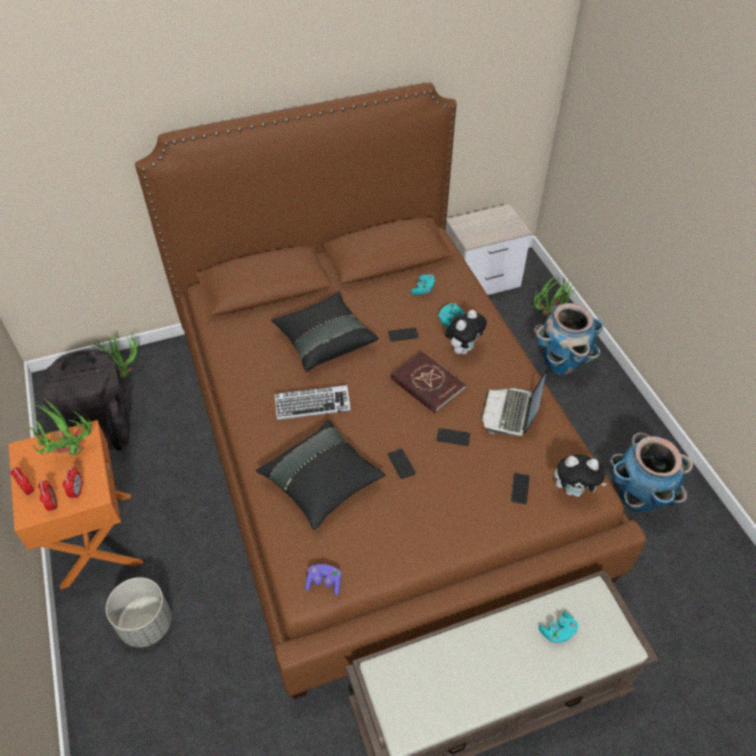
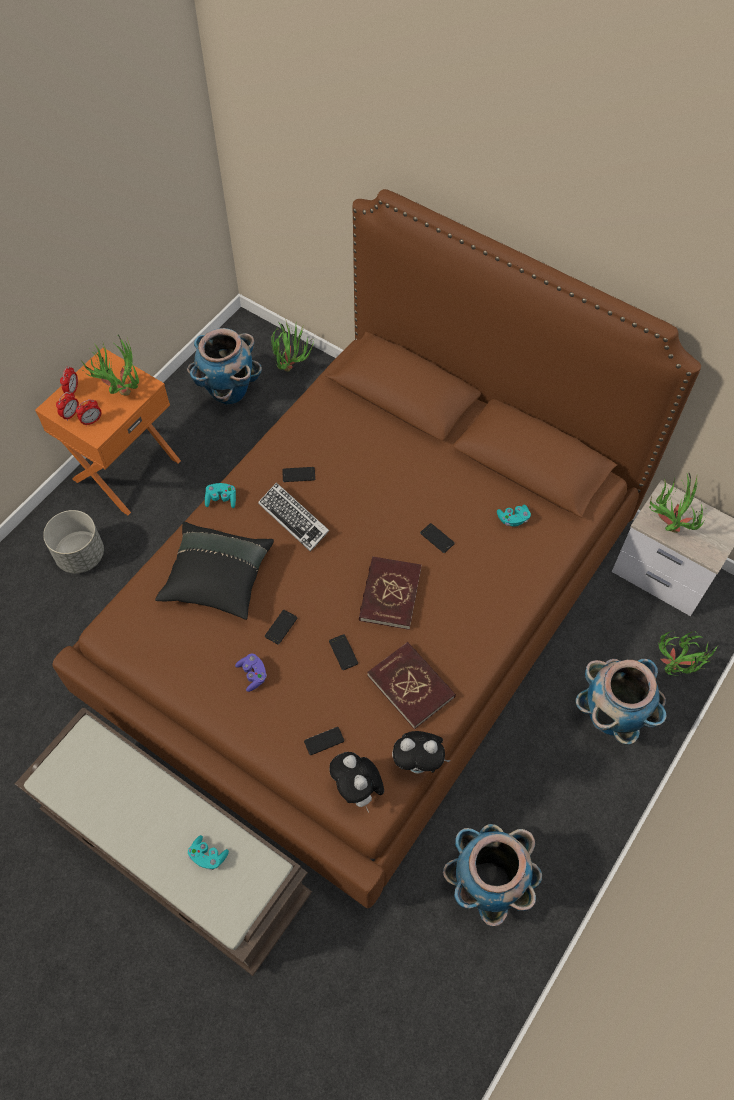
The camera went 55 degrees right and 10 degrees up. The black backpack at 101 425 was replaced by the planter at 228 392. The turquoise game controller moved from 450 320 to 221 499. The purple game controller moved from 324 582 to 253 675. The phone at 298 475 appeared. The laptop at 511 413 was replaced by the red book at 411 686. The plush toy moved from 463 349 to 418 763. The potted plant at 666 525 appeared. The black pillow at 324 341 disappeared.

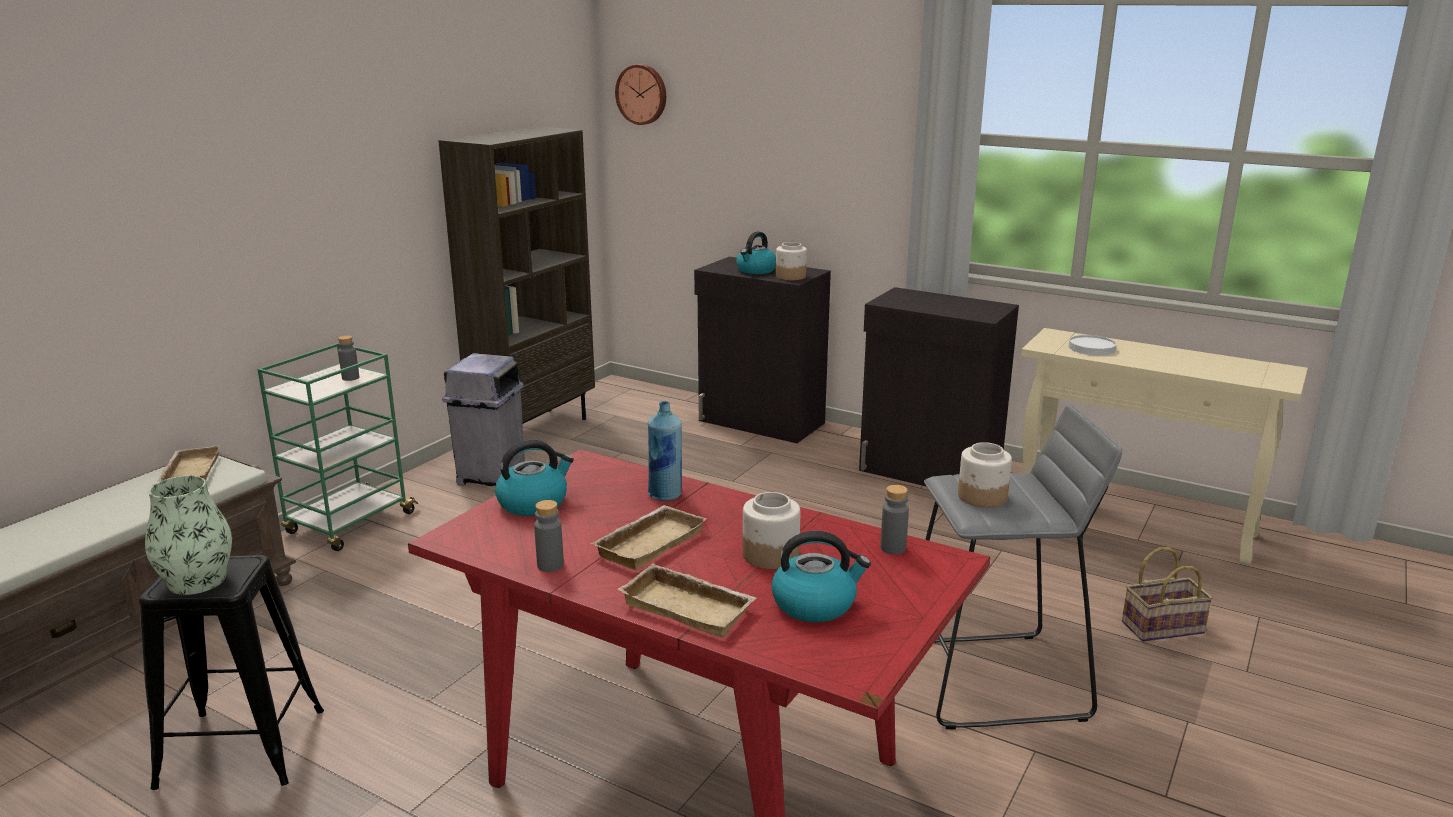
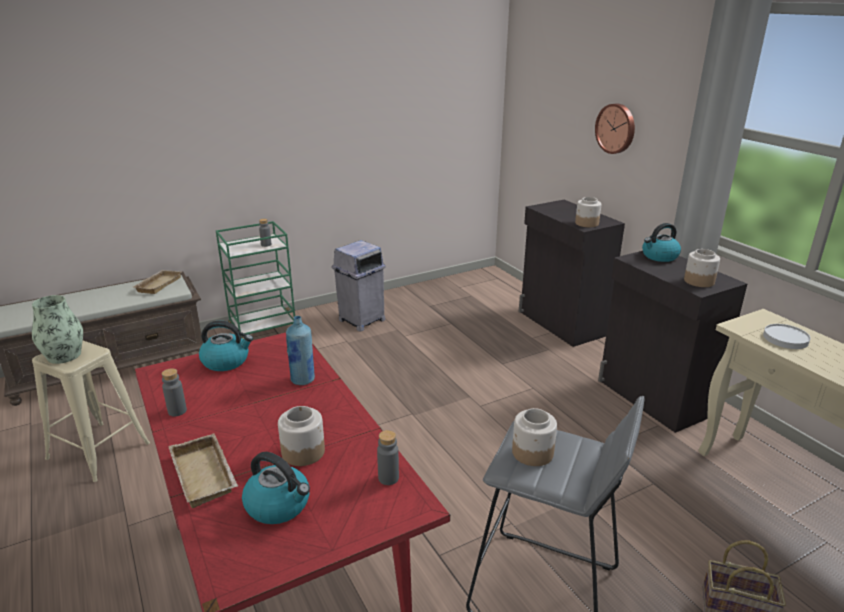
The camera went 30 degrees right and 5 degrees up. The black stool at 241 748 became the beige stool at 98 451. The wall clock moved from 642 94 to 616 128. The kettle moved from 756 270 to 659 256. The jar at 698 281 appeared. The brown bookcase at 534 430 disappeared. The beige tray at 649 542 disappeared.

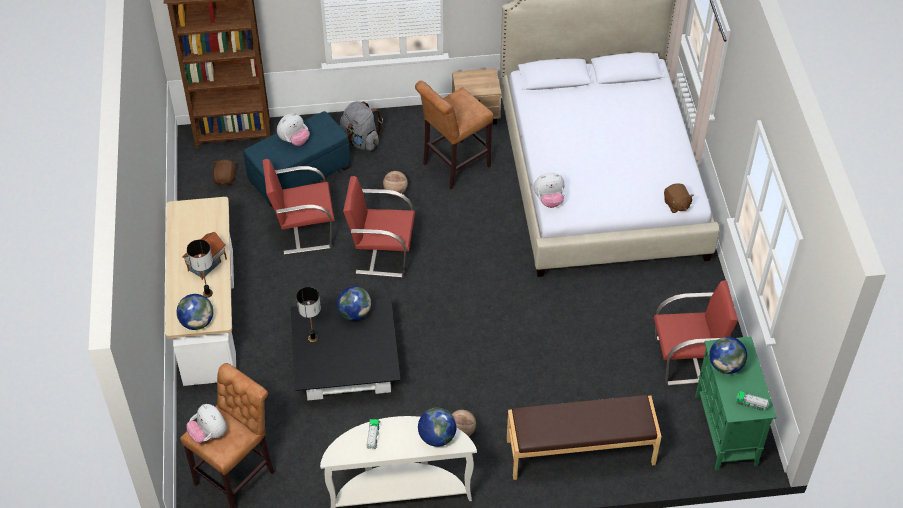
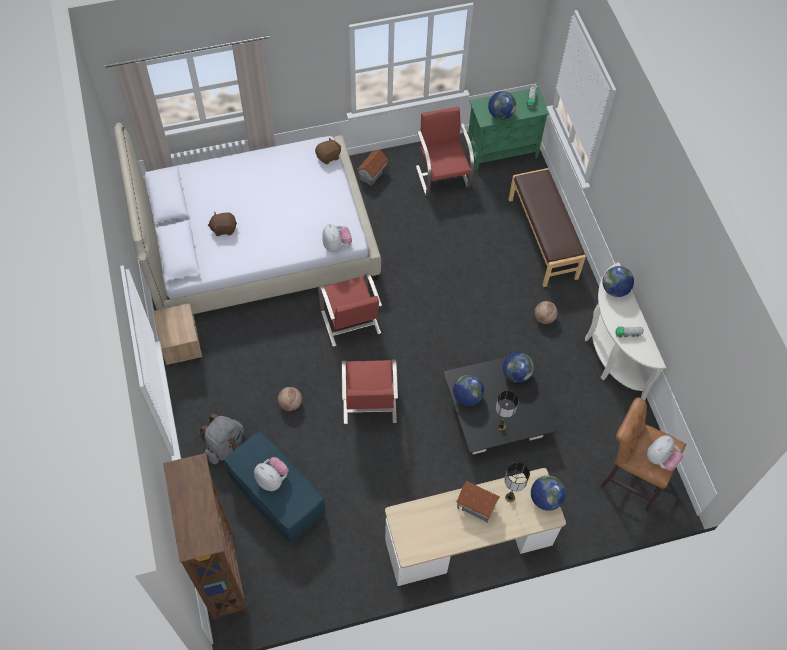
The camera went 100 degrees left and 10 degrees up. The brown plush toy moved from 225 179 to 224 228. The red chair moved from 303 230 to 350 323. The toy house at 373 175 appeared. The globe at 516 374 appeared. The brown stool at 453 166 disappeared.

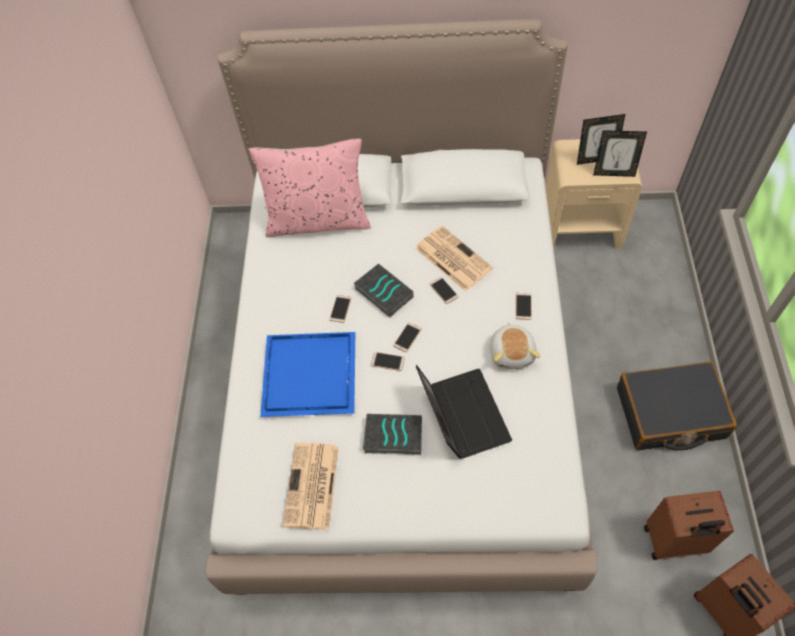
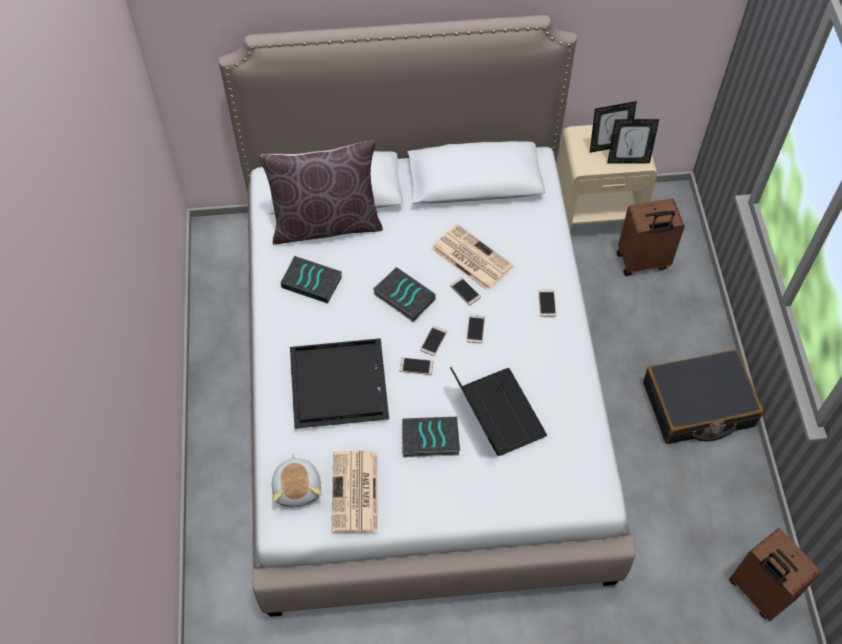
The camera went 10 degrees left and 0 degrees up. The pink pillow at 318 220 became the brown pillow at 326 224. The plush toy moved from 512 352 to 298 487. The book at 312 281 appeared. The blue tray at 311 376 became the black tray at 340 386. The phone moved from 340 309 to 475 329. The brown suitcase moved from 674 542 to 642 262.

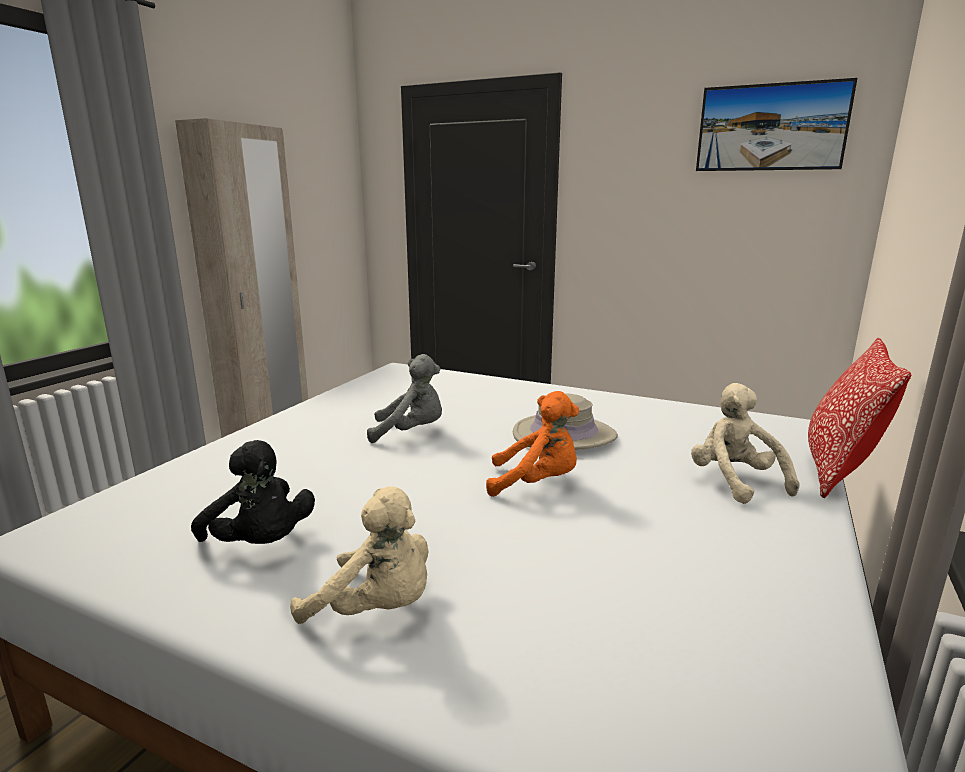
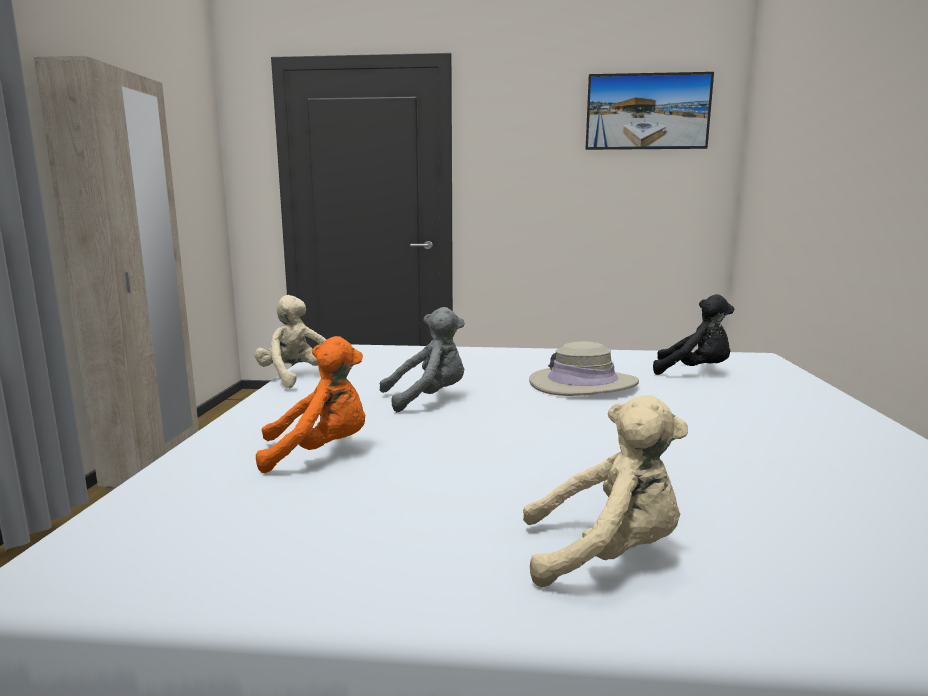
The camera went 20 degrees left and 5 degrees down. The beige plush toy moved from 734 481 to 297 378. The orange plush toy moved from 536 483 to 320 452. The black plush toy moved from 260 544 to 694 372. The pillow at 838 471 disappeared.

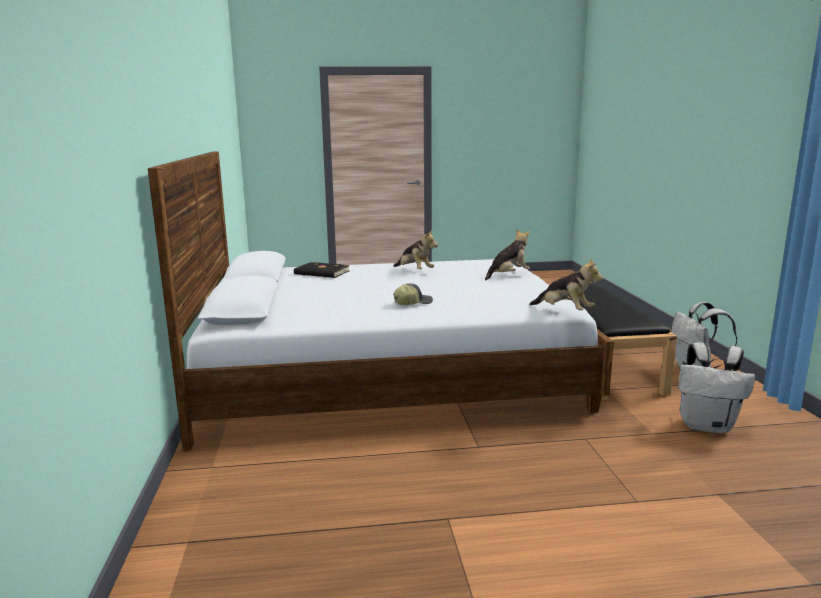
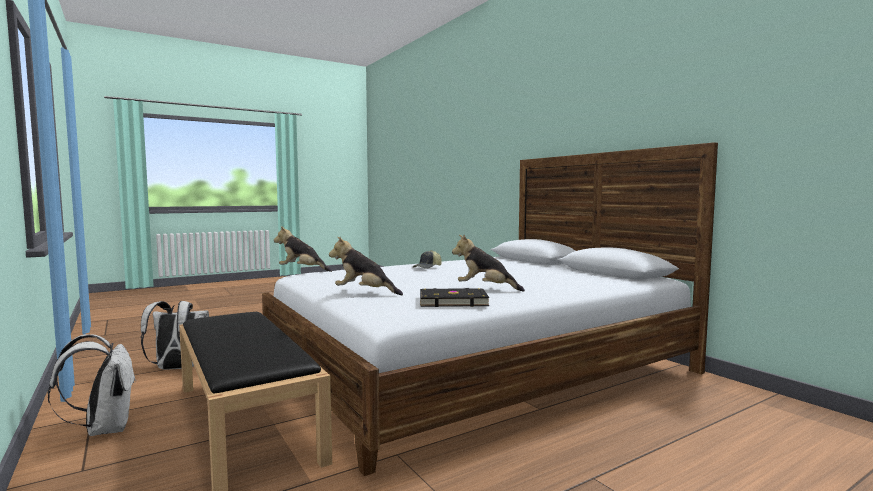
The camera went 155 degrees right and 10 degrees down. The plush toy at 508 275 turned 75 degrees clockwise. The black book moved from 321 273 to 452 301.

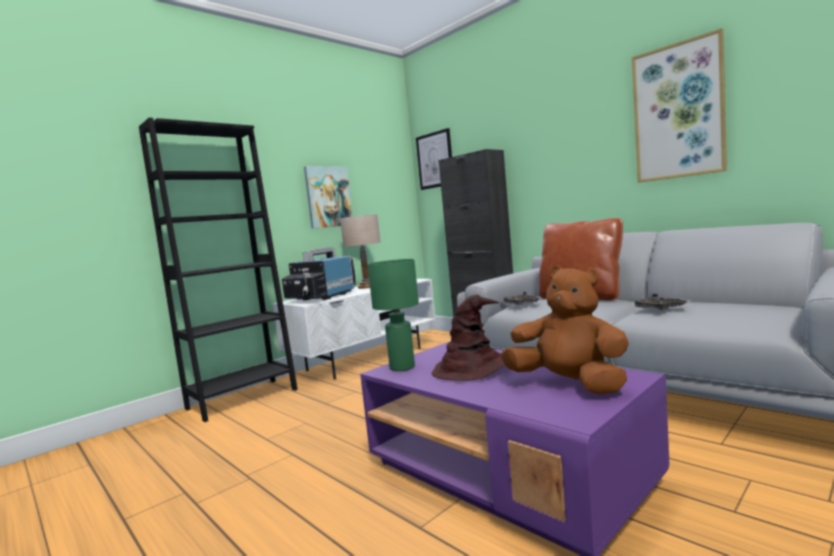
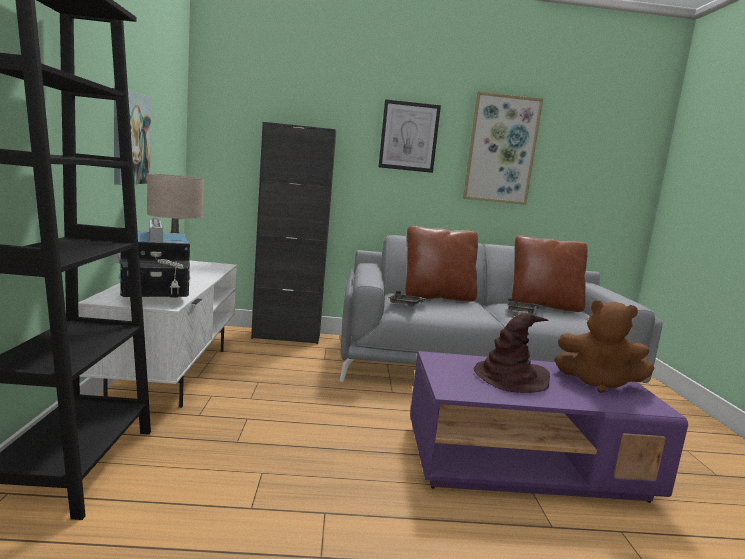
The camera went 50 degrees left and 5 degrees up. The picture moved from 435 160 to 409 136. The brown pillow at 544 306 appeared. The brown plush toy at 569 384 turned 150 degrees counterclockwise. The green table lamp at 403 367 disappeared.

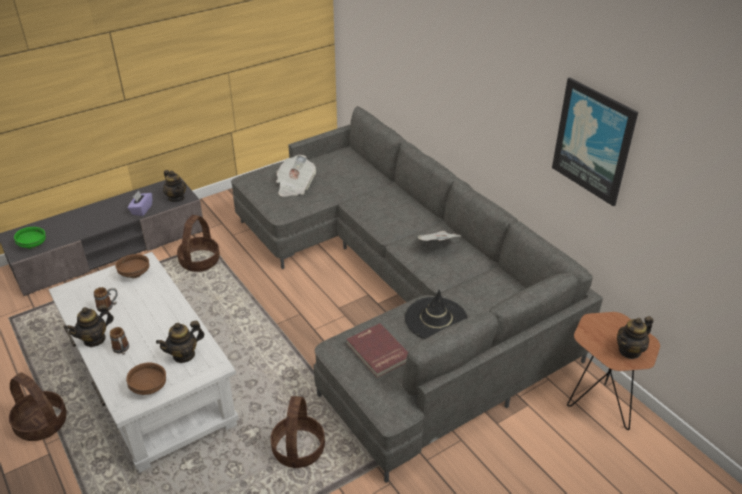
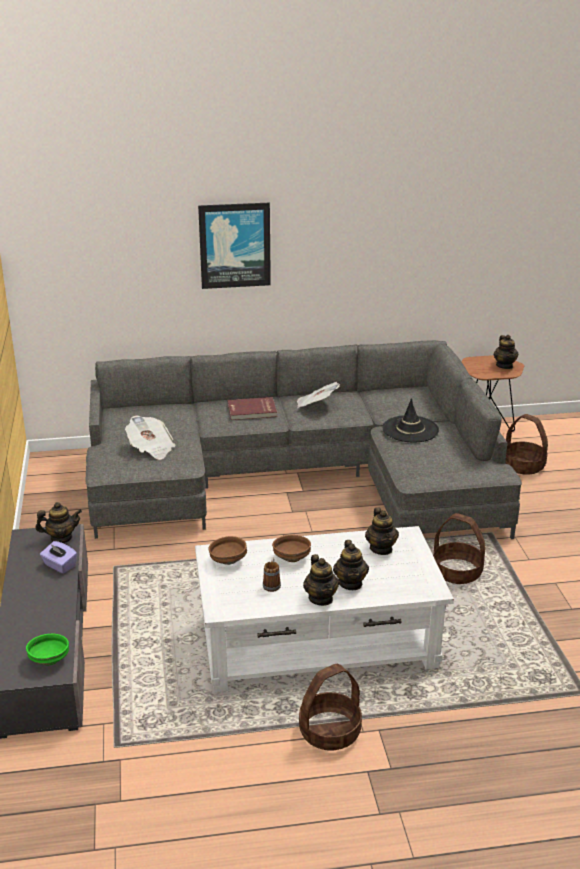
The camera went 65 degrees left and 10 degrees down. The picture moved from 593 141 to 235 245. The red book moved from 377 352 to 252 411. The brown bowl moved from 149 387 to 291 558. The mug at 122 350 was replaced by the teapot at 350 583. The basket moved from 199 261 to 523 466.

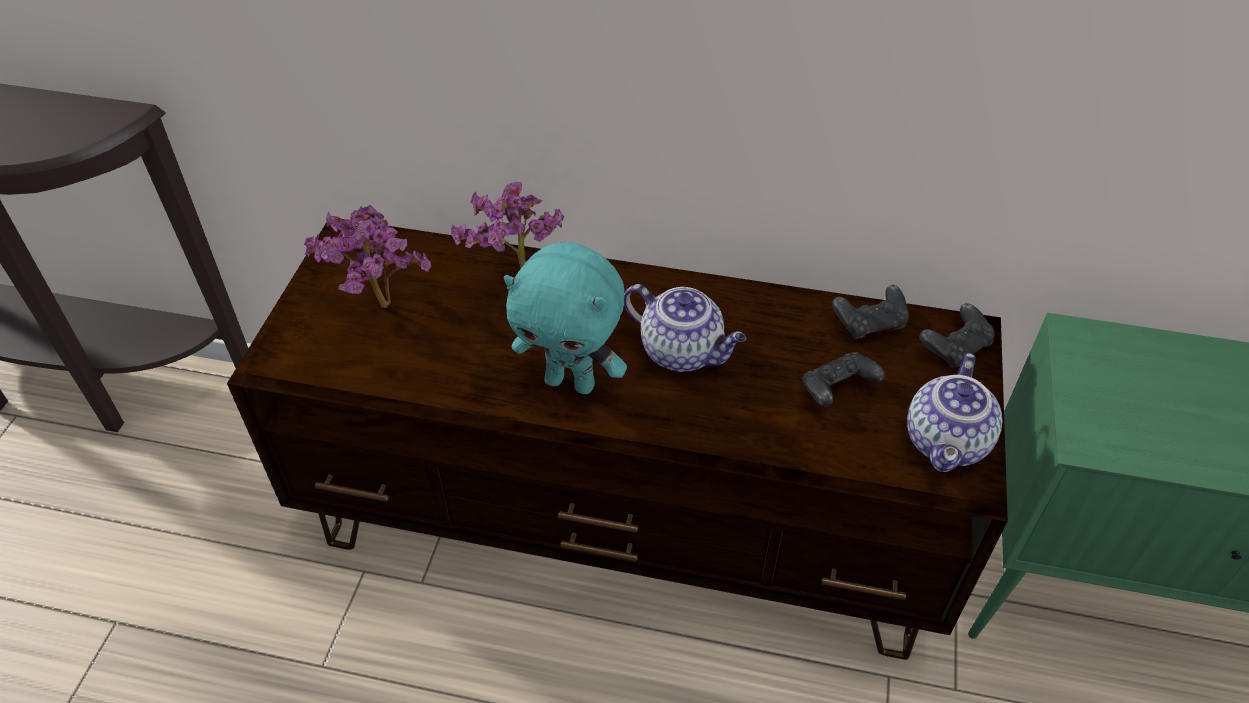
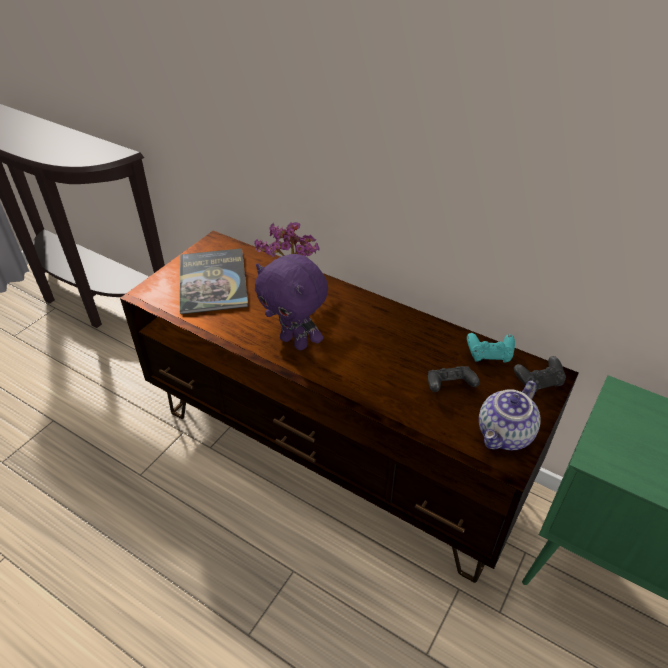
The camera went 20 degrees right and 5 degrees down. The potted plant at 380 311 was replaced by the book at 213 281. The turquoise plush toy at 571 382 became the purple plush toy at 295 342. The black game controller at 870 323 became the turquoise game controller at 489 355. The teapot at 683 352 disappeared.

